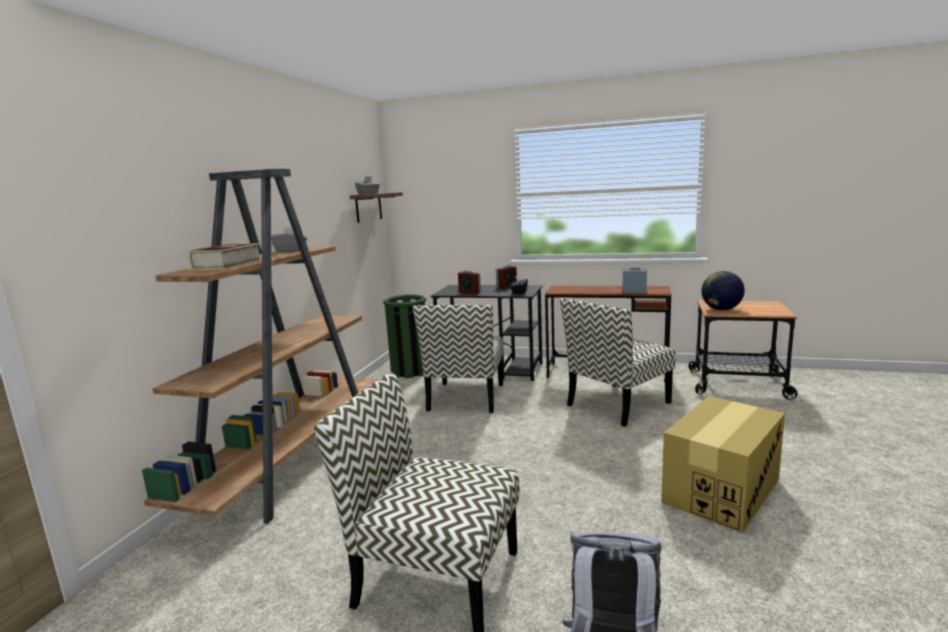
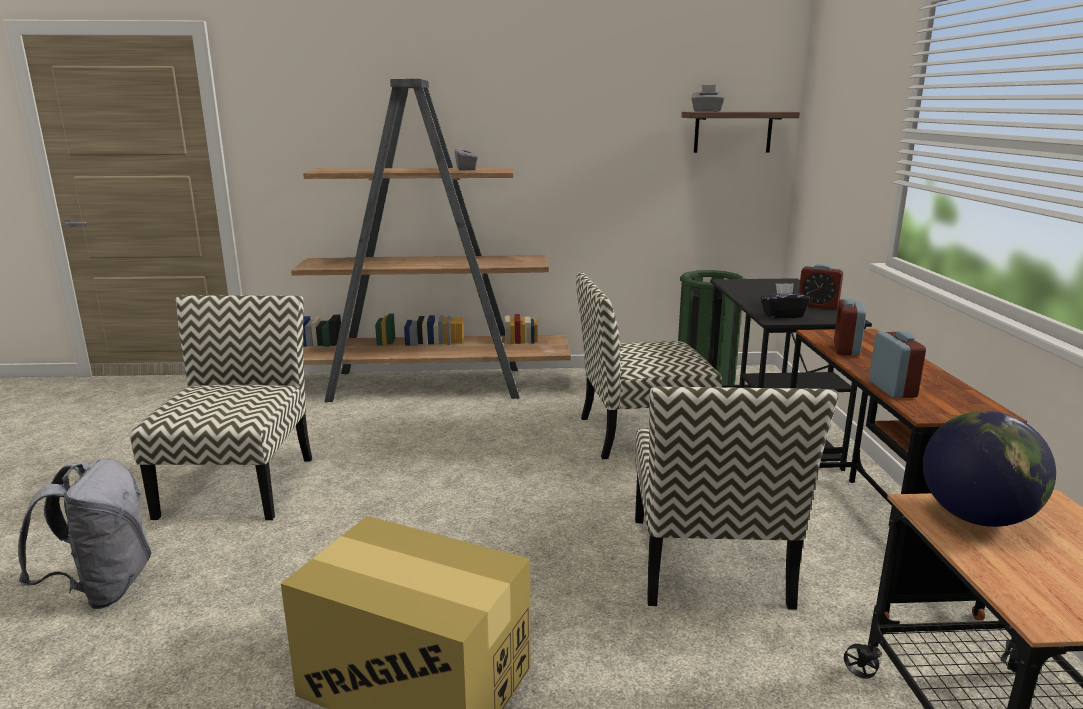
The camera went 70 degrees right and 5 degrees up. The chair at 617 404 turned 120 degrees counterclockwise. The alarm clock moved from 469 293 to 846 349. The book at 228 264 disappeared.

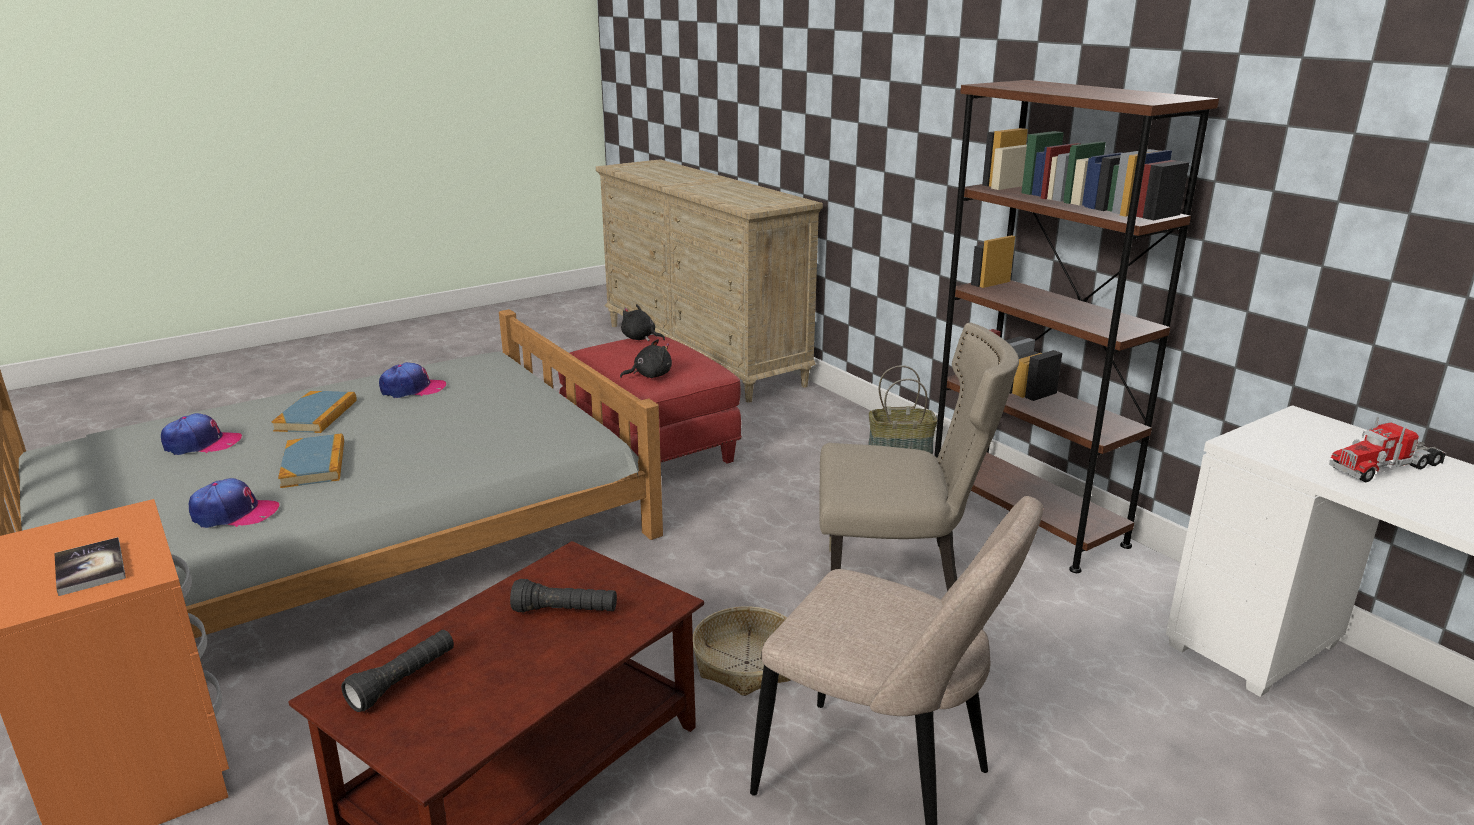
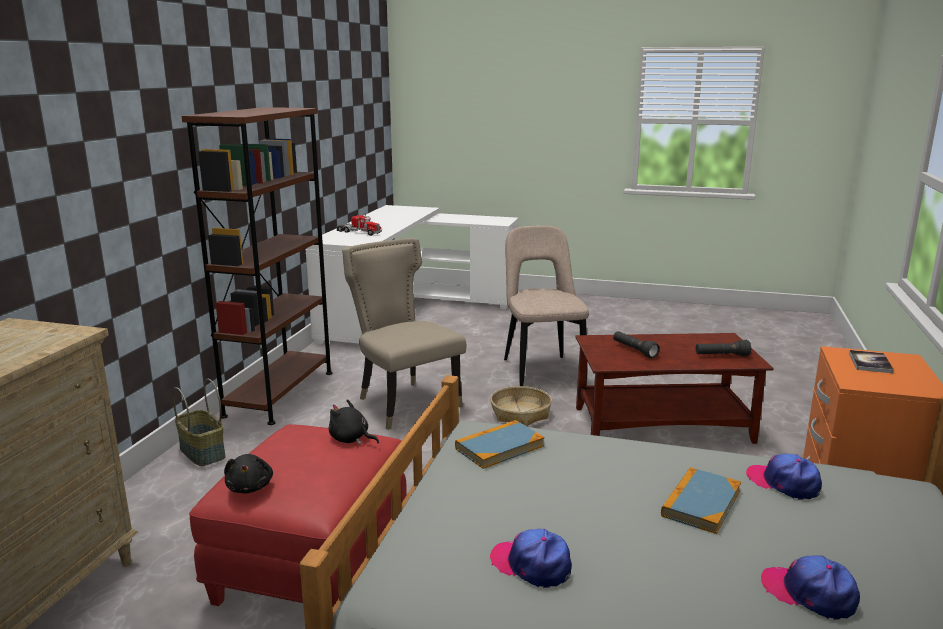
The camera went 130 degrees left and 5 degrees down. The book moved from 316 415 to 499 447.

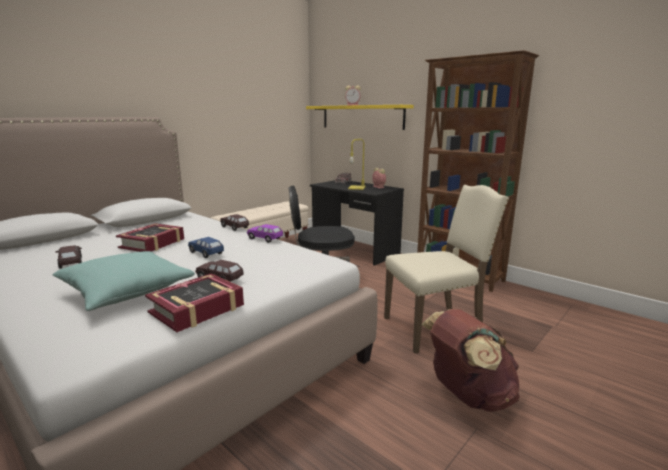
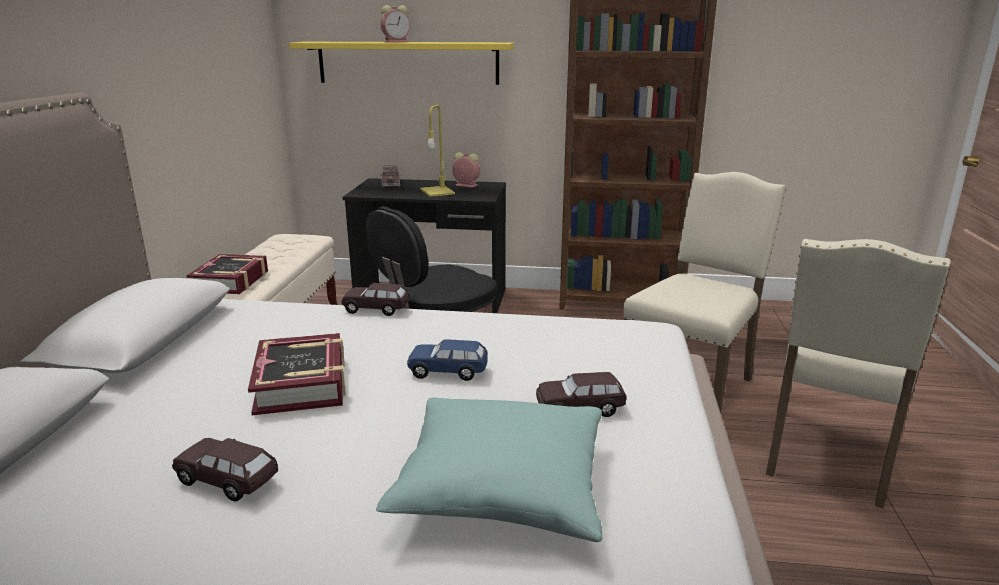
The camera went 35 degrees left and 5 degrees up. The book moved from 197 309 to 231 281. The brown backpack at 467 396 was replaced by the beige chair at 829 457. The purple toy car at 265 239 disappeared.

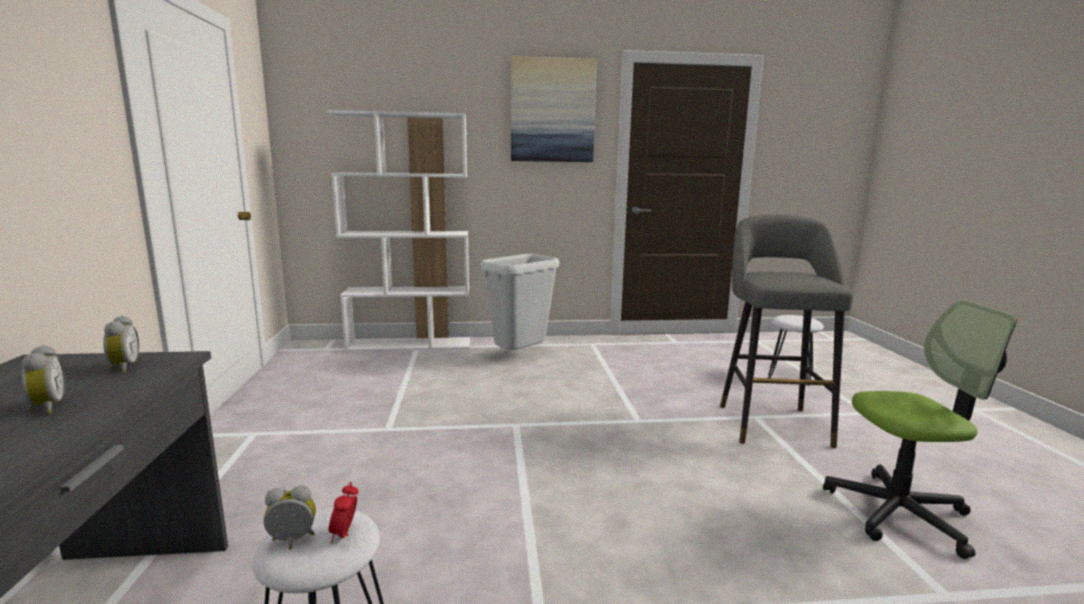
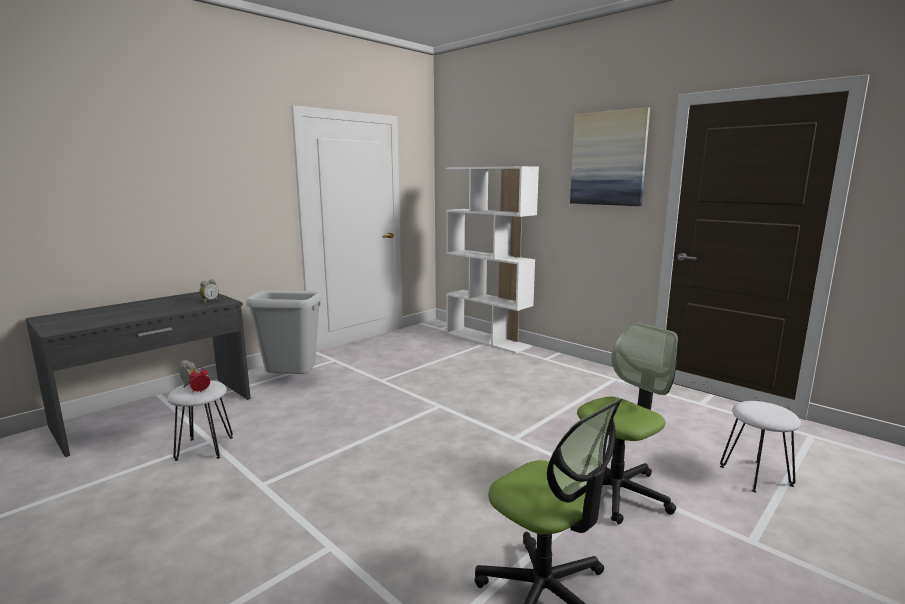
The camera went 50 degrees right and 0 degrees up. The grey trash can moved from 519 356 to 292 381. The grey stool at 771 422 was replaced by the office chair at 616 491. The alarm clock at 46 408 disappeared.

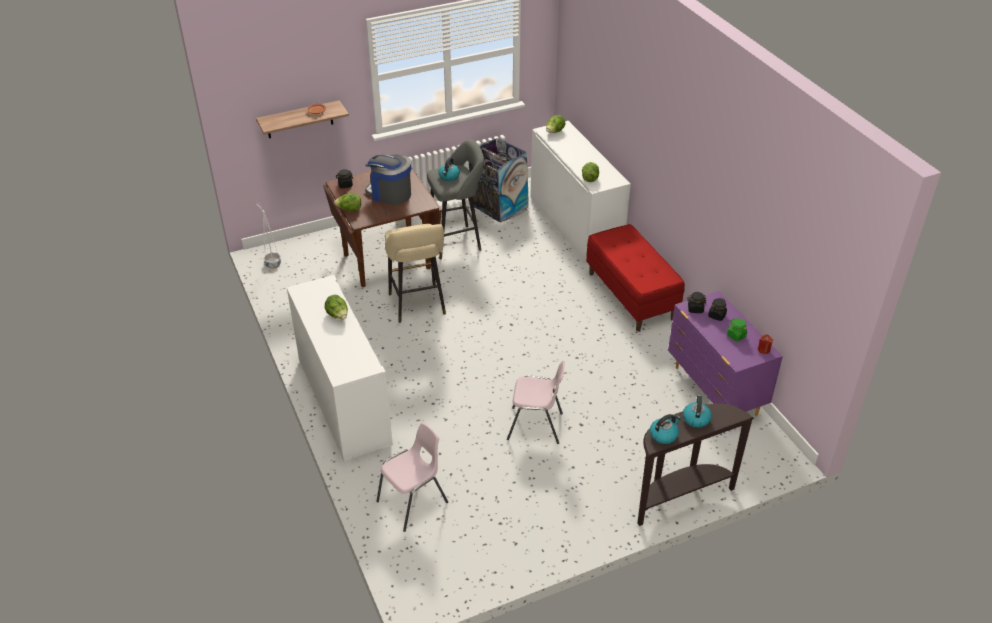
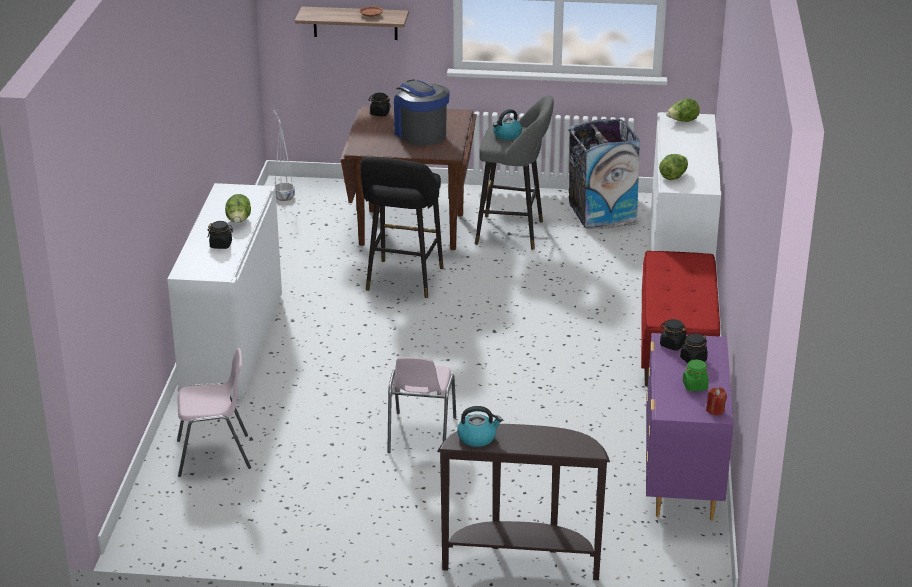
The camera went 30 degrees right and 10 degrees down. The black jar at 221 245 appeared. The beige stool at 418 306 became the black stool at 403 281. The pink chair at 536 426 turned 60 degrees clockwise. The lettuce at 349 210 disappeared. The kettle at 696 418 disappeared.

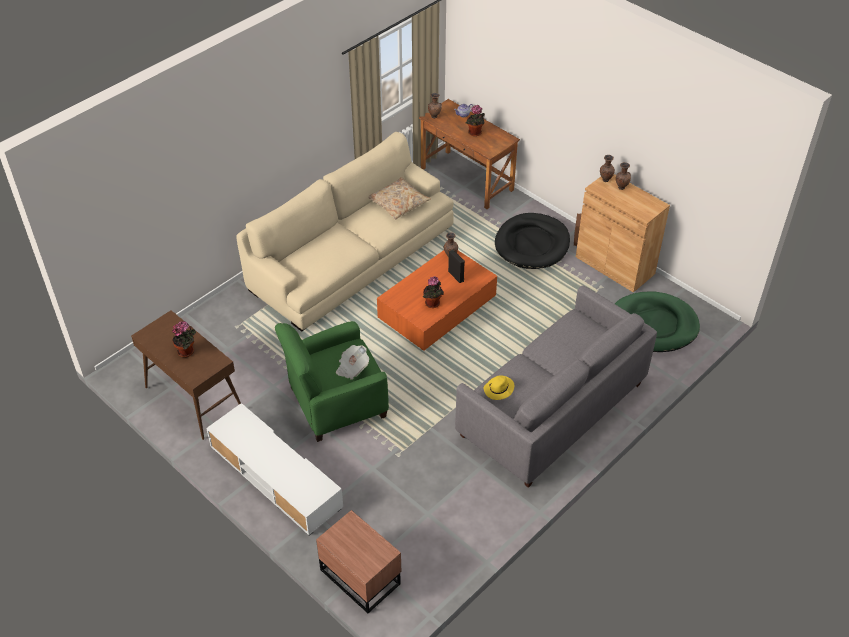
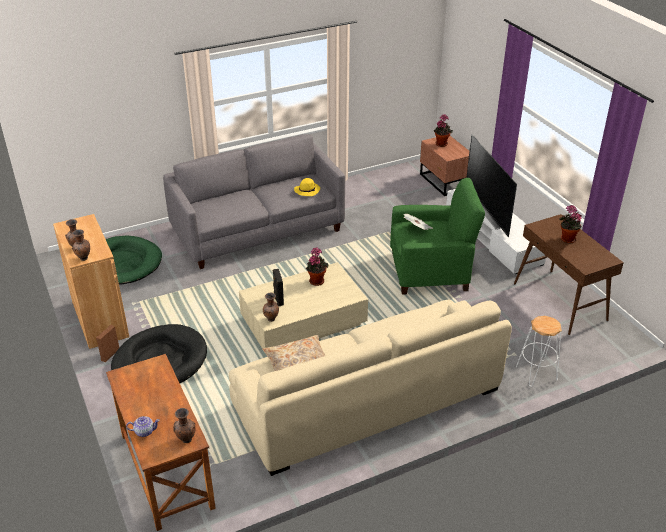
The camera went 160 degrees left and 10 degrees down. The orange coffee table at 437 309 became the beige coffee table at 303 321. The potted plant moved from 475 133 to 441 143. The television at 489 210 appeared. The white stool at 536 373 appeared.

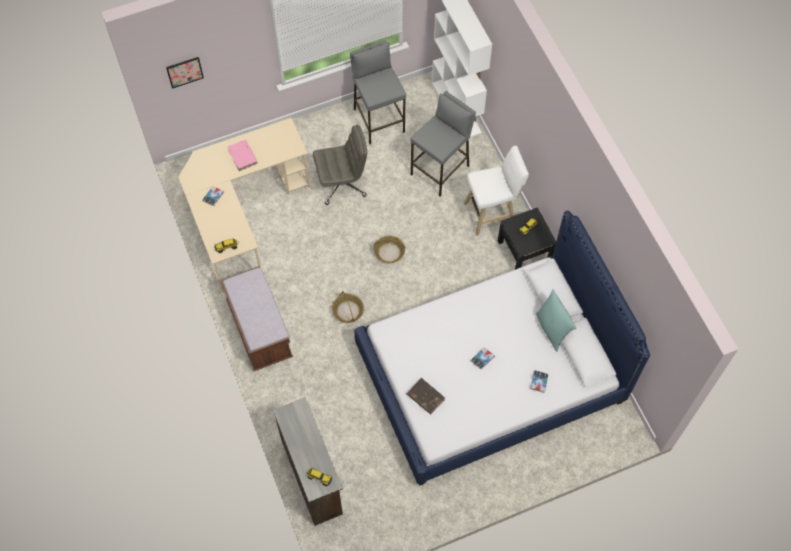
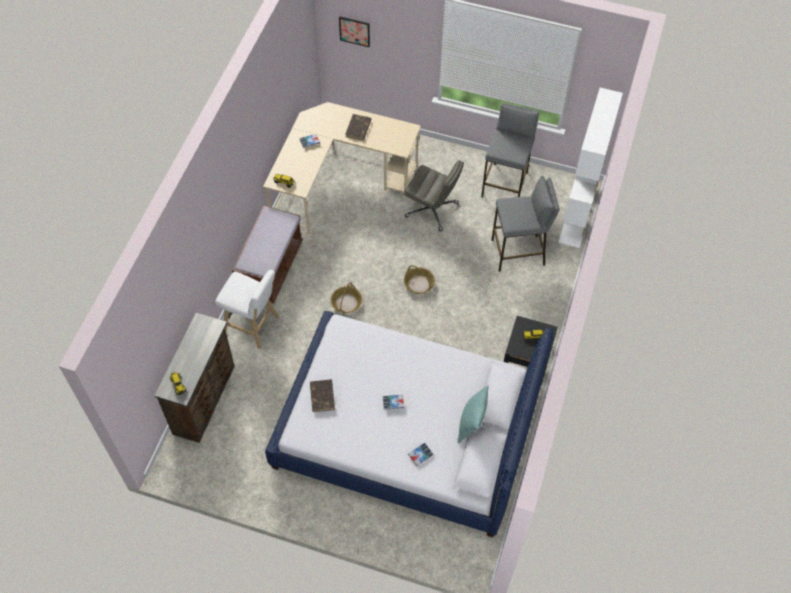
The camera went 40 degrees right and 5 degrees down. The white stool moved from 492 213 to 253 326. The pink book at 242 156 became the brown book at 358 128.

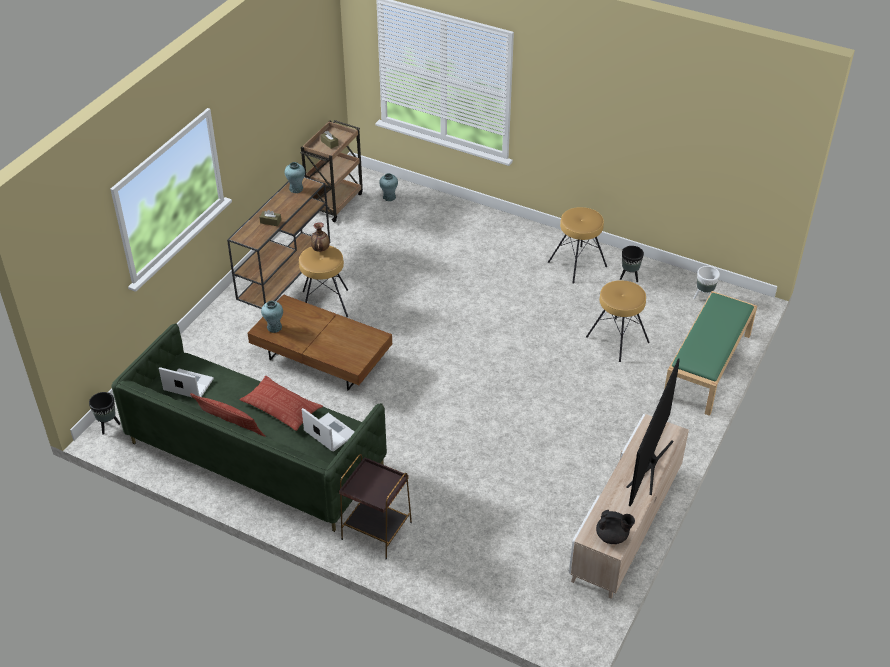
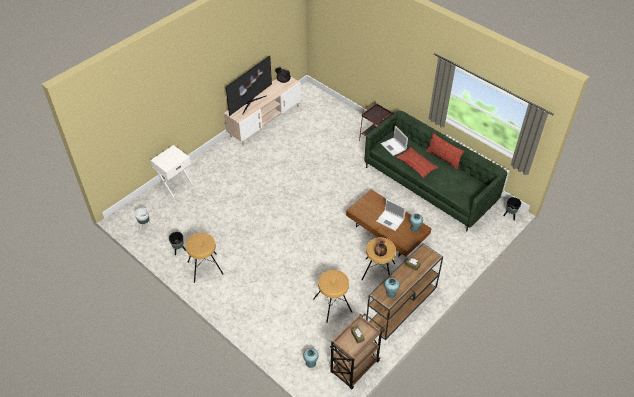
The camera went 165 degrees left and 5 degrees up. The green bench at 708 366 was replaced by the white nightstand at 175 184. The brown stool moved from 617 340 to 332 305. The laptop moved from 187 385 to 390 220.

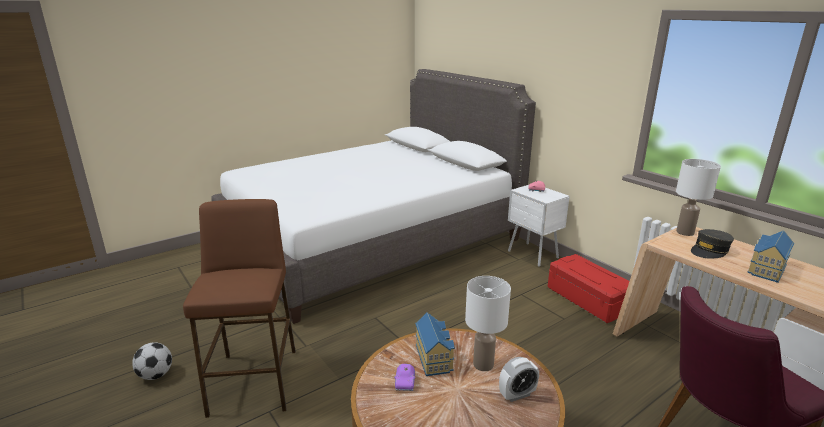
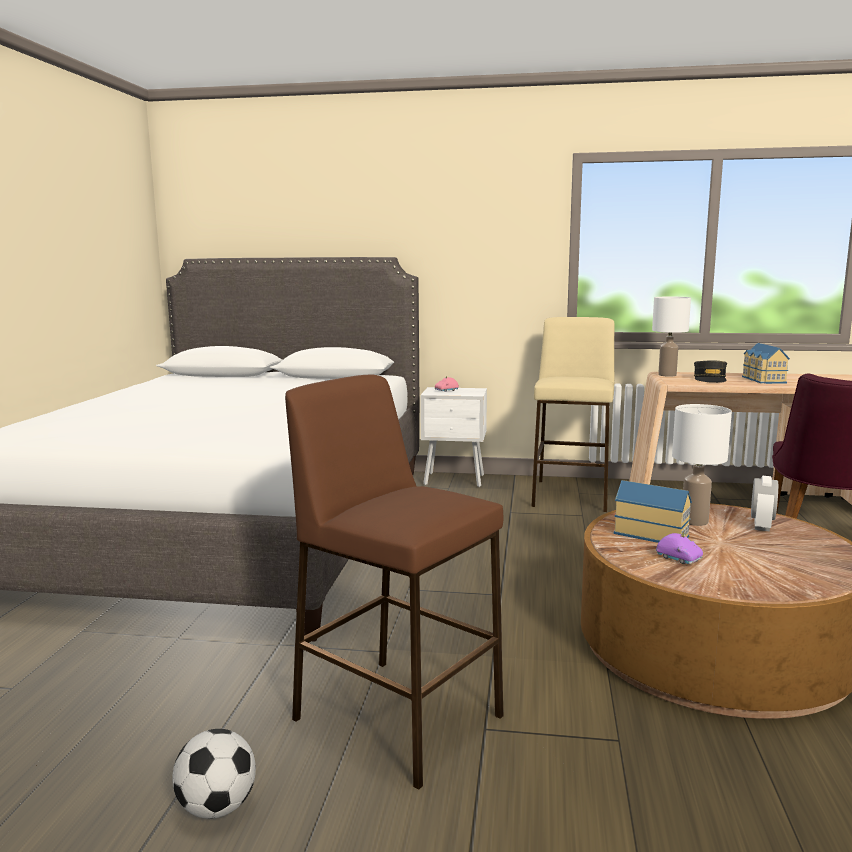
The camera went 45 degrees left and 10 degrees down. The red storage box at 589 299 was replaced by the beige stool at 571 495.

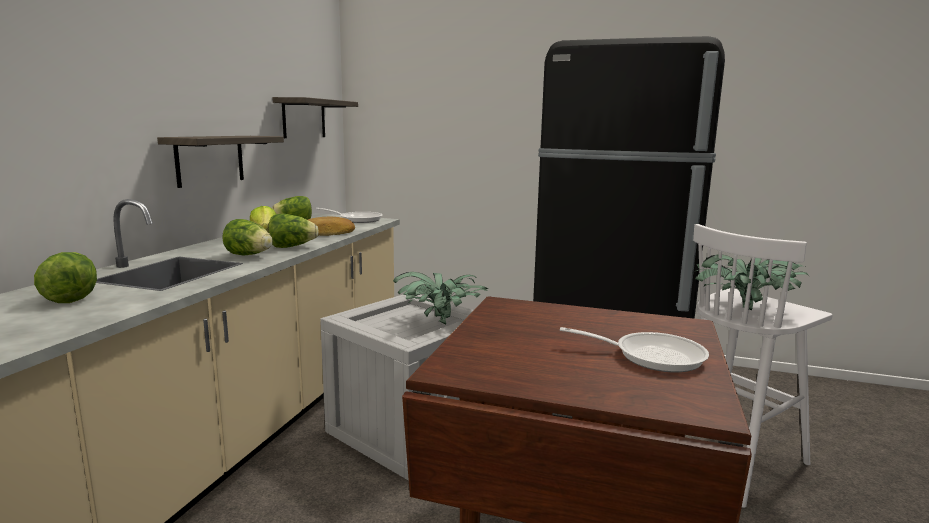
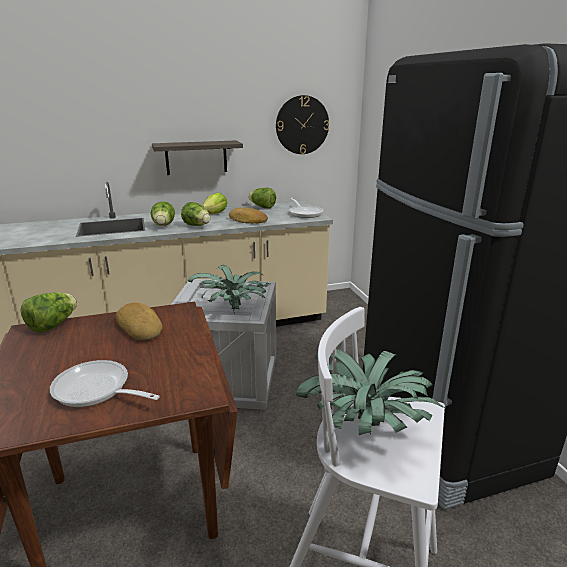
The camera went 55 degrees right and 10 degrees up. The lettuce moved from 72 297 to 53 325. The frying pan at 651 356 turned 135 degrees clockwise. The bread at 141 326 appeared. The shelf at 304 118 was replaced by the wall clock at 302 125.

